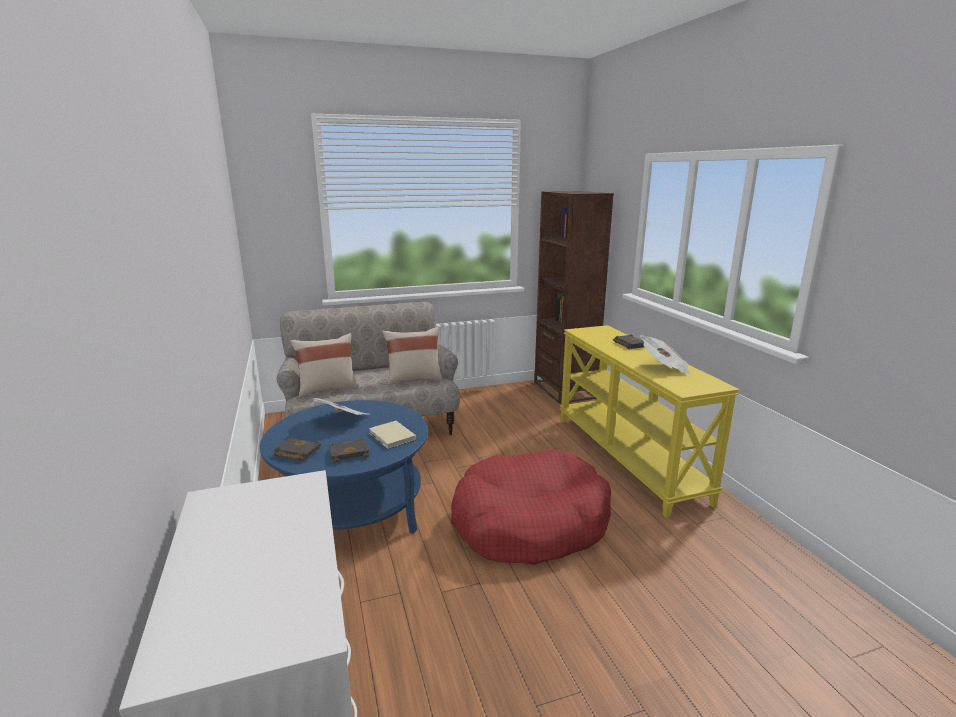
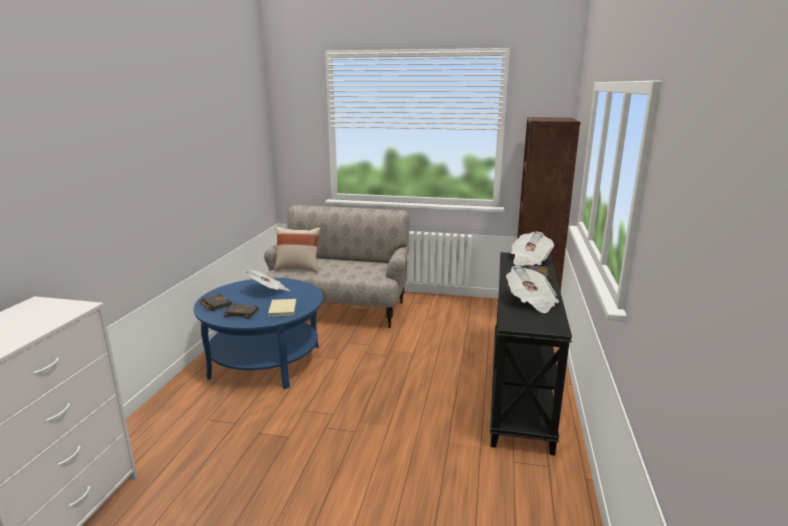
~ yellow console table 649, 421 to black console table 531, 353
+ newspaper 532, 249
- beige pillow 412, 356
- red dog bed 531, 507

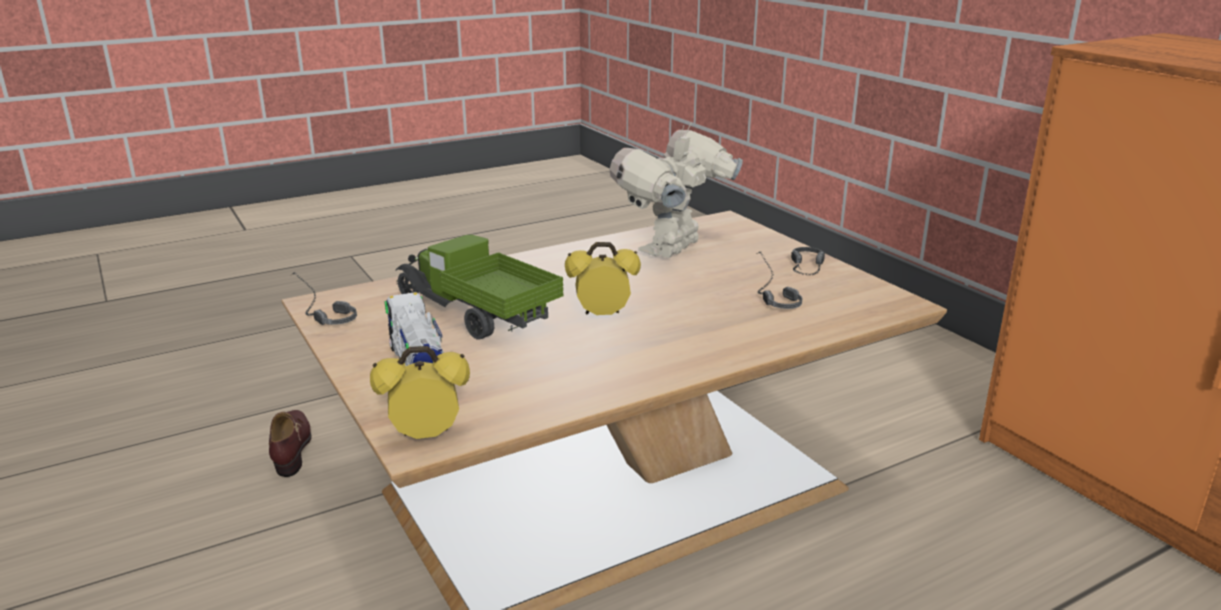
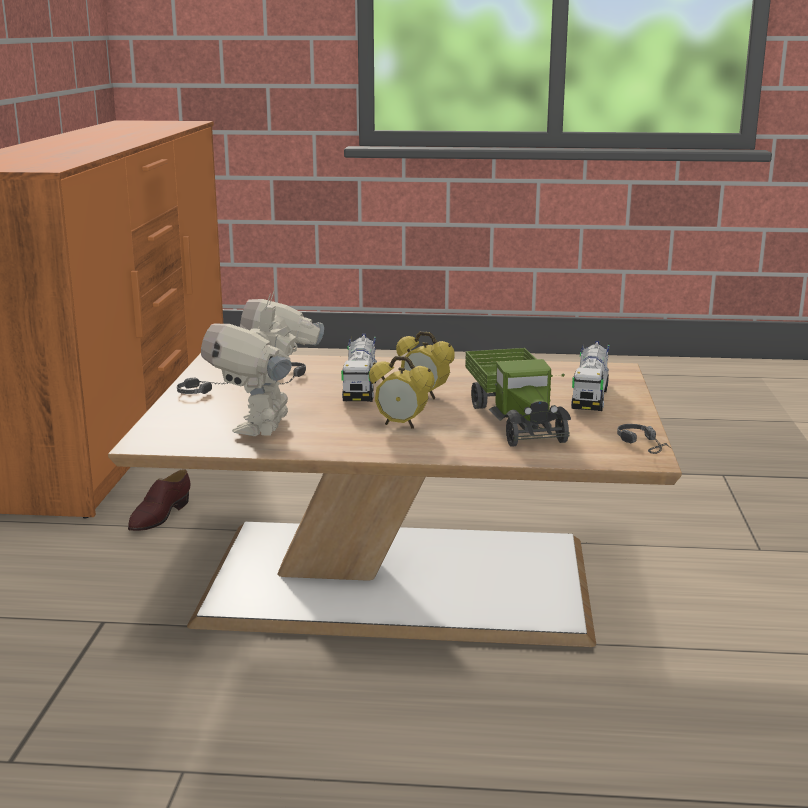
~ brown shoe 290, 443 to 159, 500
~ toy robot 676, 190 = 262, 363 120 degrees clockwise
+ toy truck 359, 368
~ alarm clock 420, 392 to 402, 392

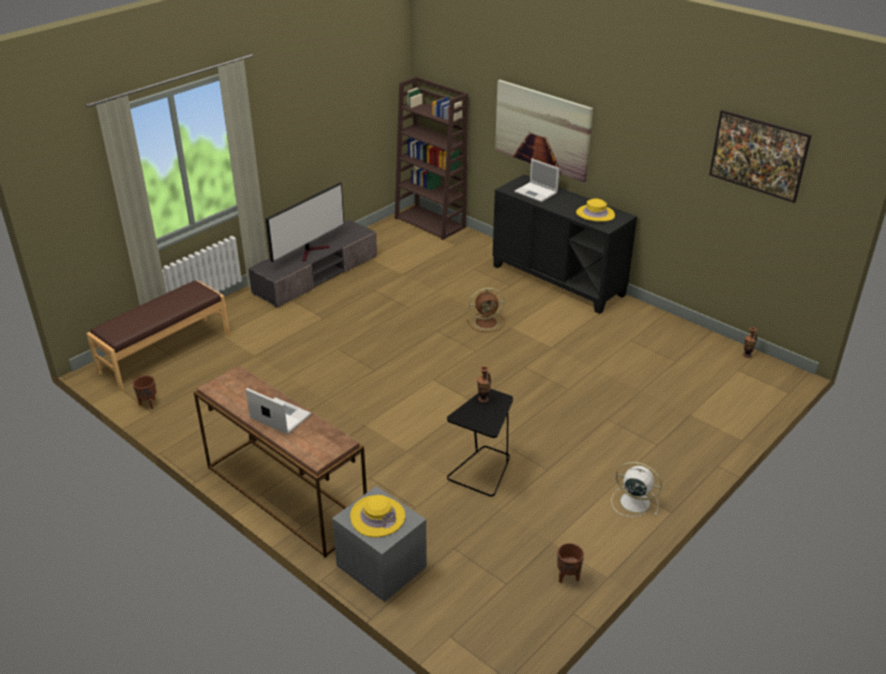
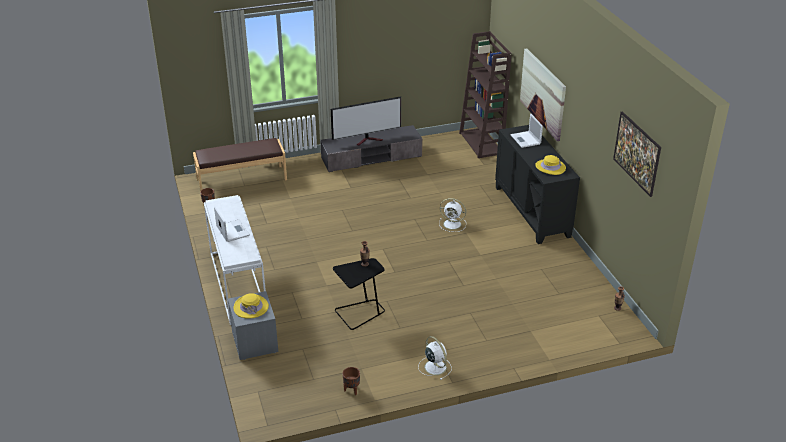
~ brown console table 280, 461 to white console table 235, 260
~ brown fan 486, 310 to white fan 452, 215

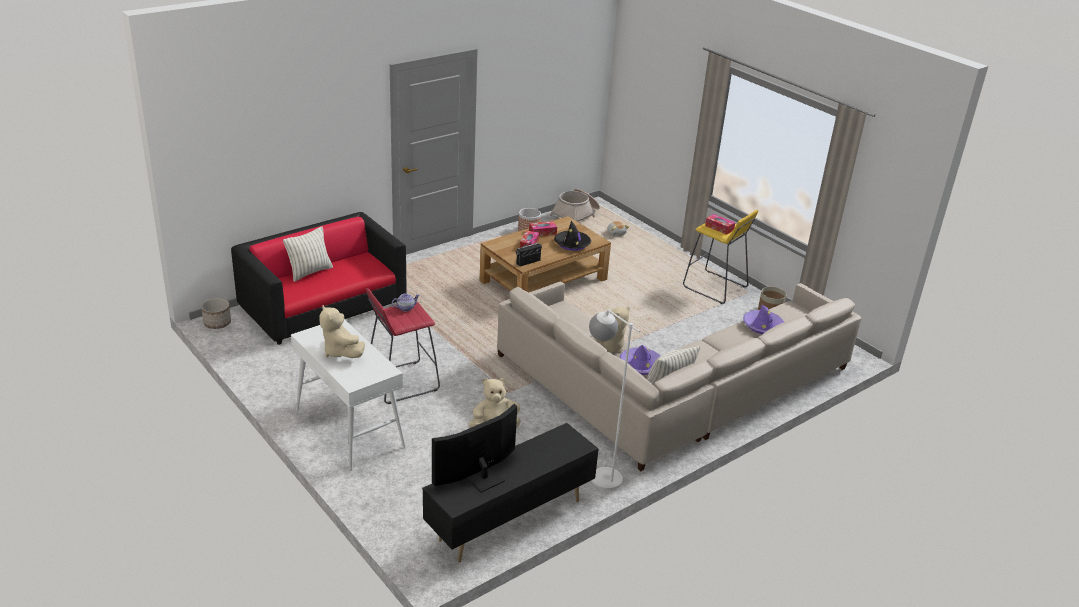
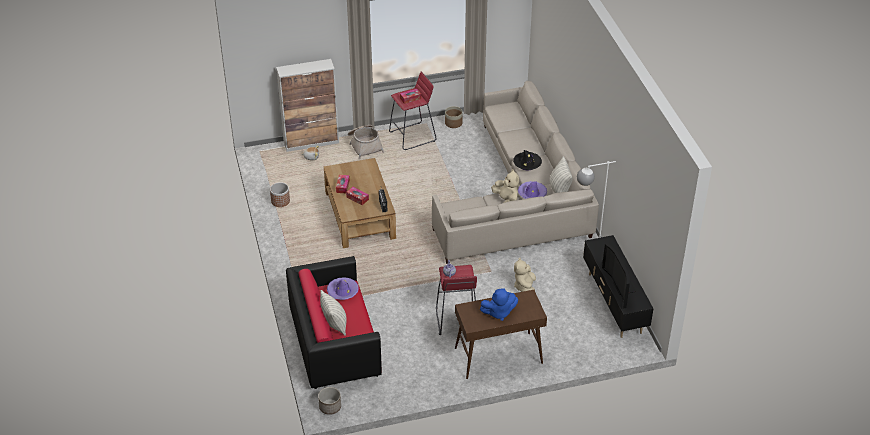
+ cabinet 307, 105
~ purple hat 763, 319 to 343, 288
~ basket 575, 205 to 366, 142
~ yellow stool 720, 257 to red stool 413, 111
~ white console table 348, 394 to brown console table 501, 334
~ beige plush toy 342, 331 to blue plush toy 499, 304
~ black hat 572, 236 to 527, 160

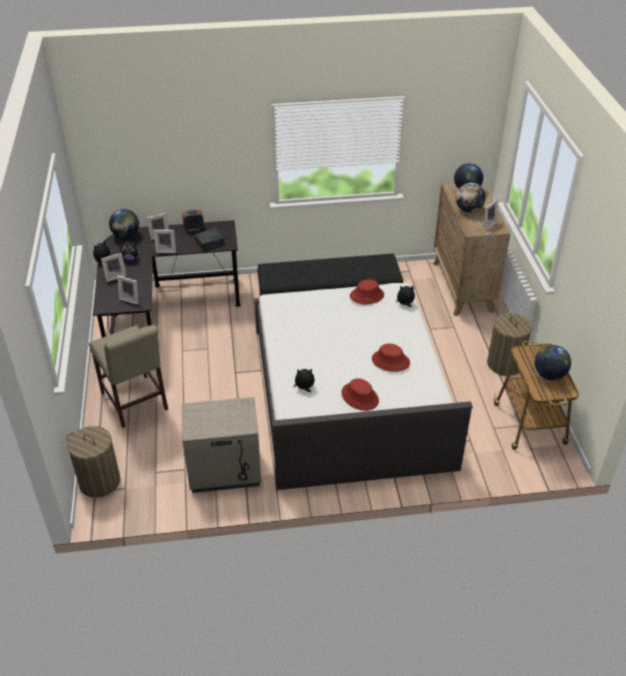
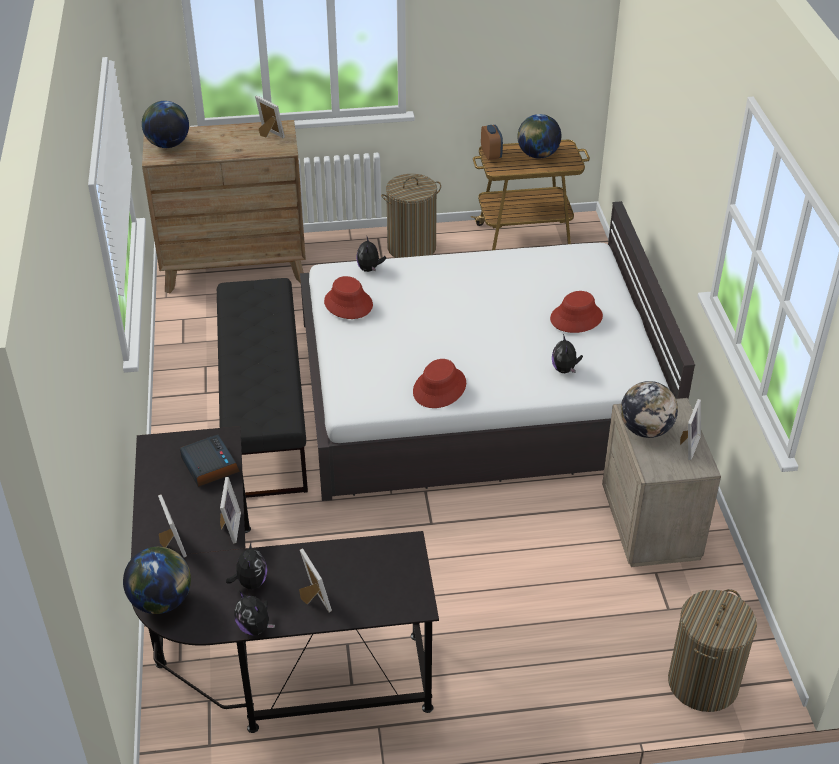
~ red hat 391, 358 to 439, 383
~ alarm clock 193, 221 to 492, 142
~ globe 471, 198 to 649, 409
~ picture frame 127, 290 to 690, 429
- beige chair 128, 376

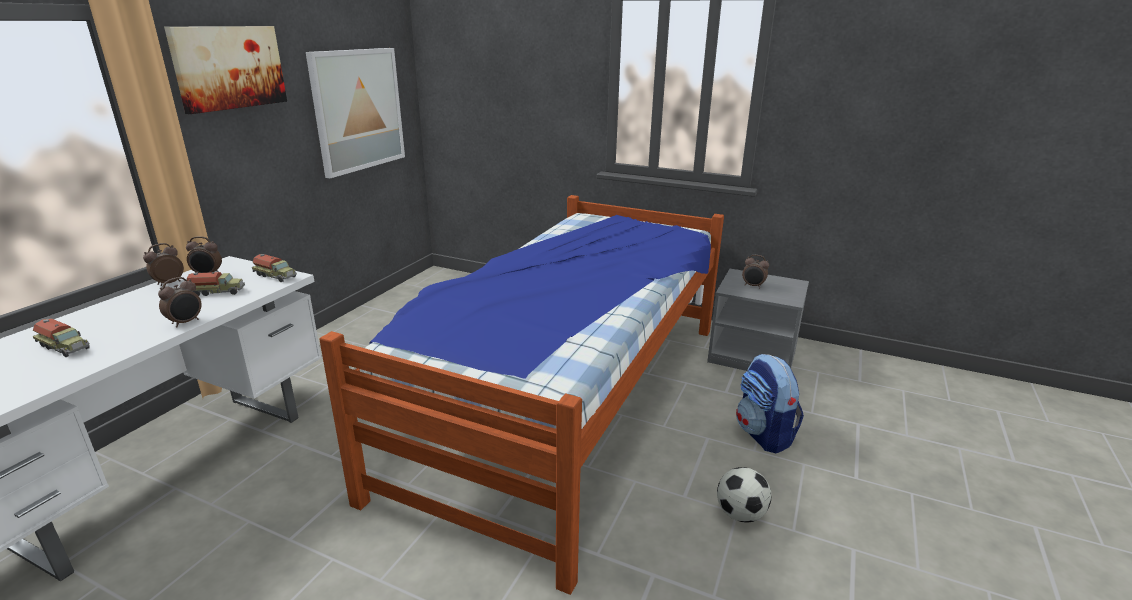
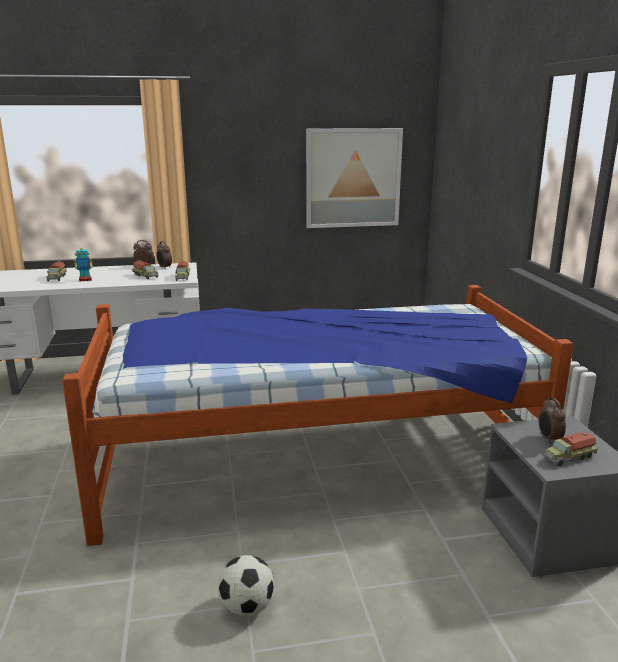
+ toy robot 83, 263
+ toy truck 570, 448
- alarm clock 180, 302
- picture 225, 70
- backpack 770, 403

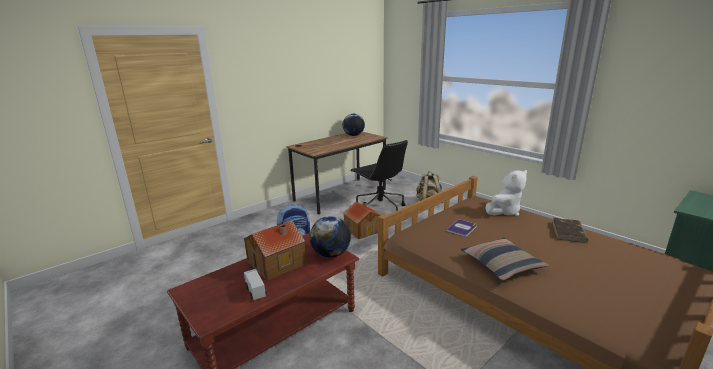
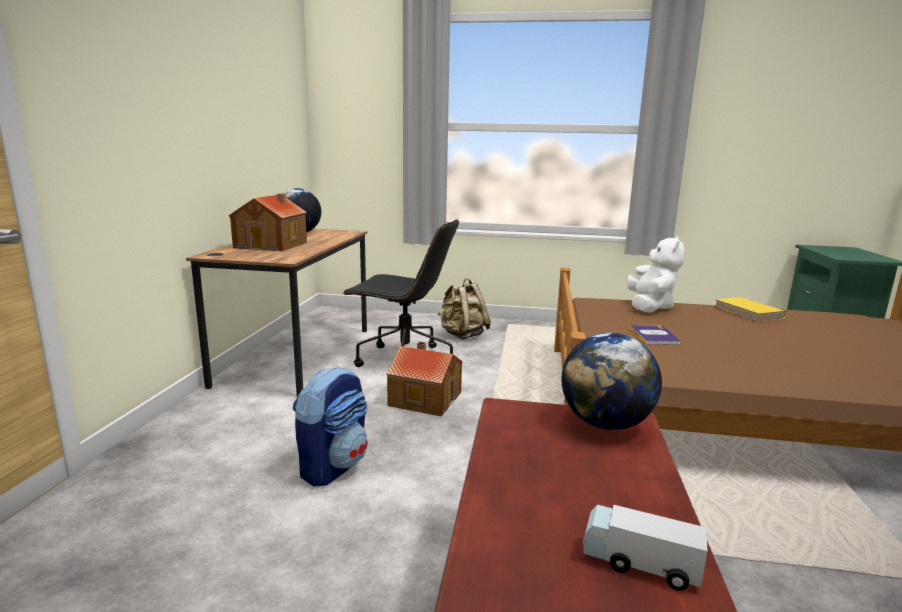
~ toy house 275, 250 to 268, 222
~ brown book 570, 230 to yellow book 751, 309
- pillow 505, 259

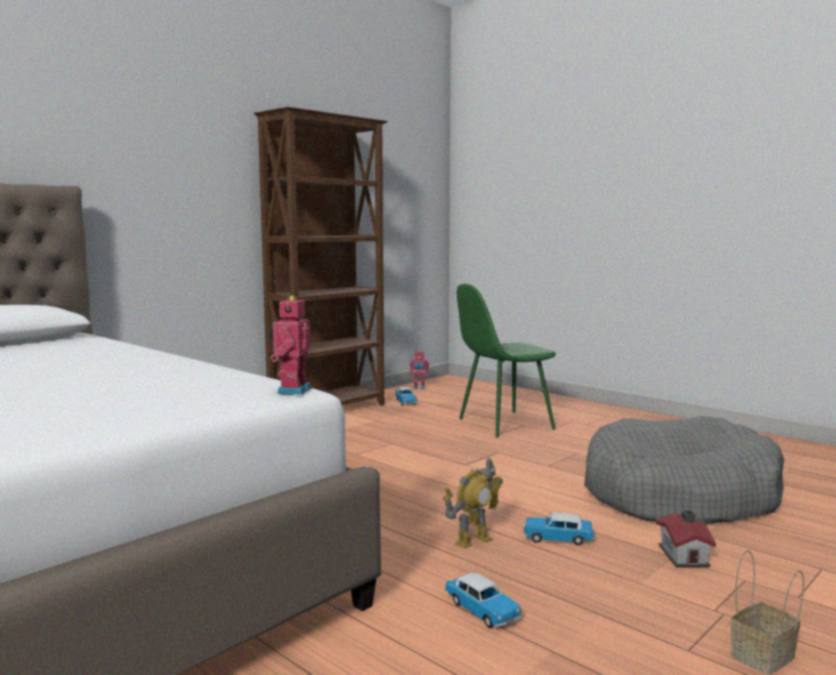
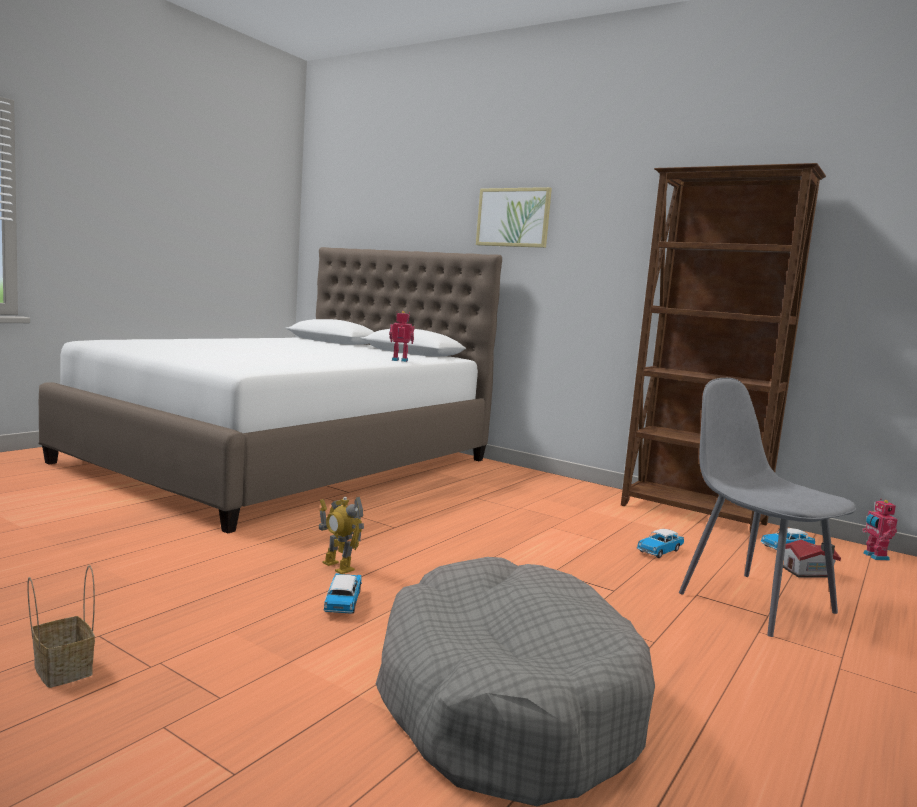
~ toy robot 290, 345 to 402, 336
+ picture 514, 217
~ toy car 483, 600 to 660, 543
~ green chair 506, 361 to grey chair 767, 507
~ toy house 686, 539 to 812, 559

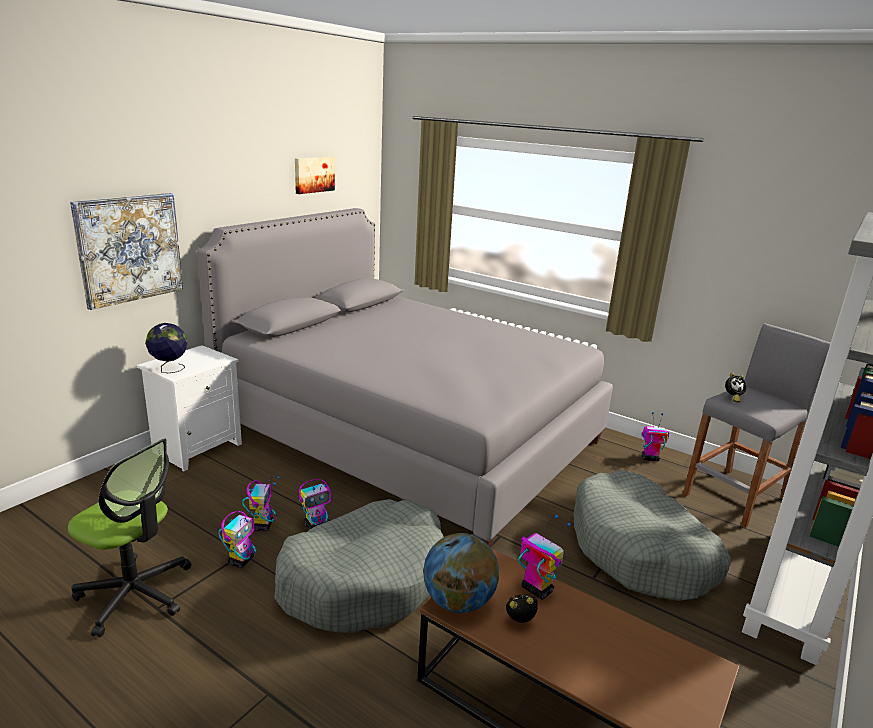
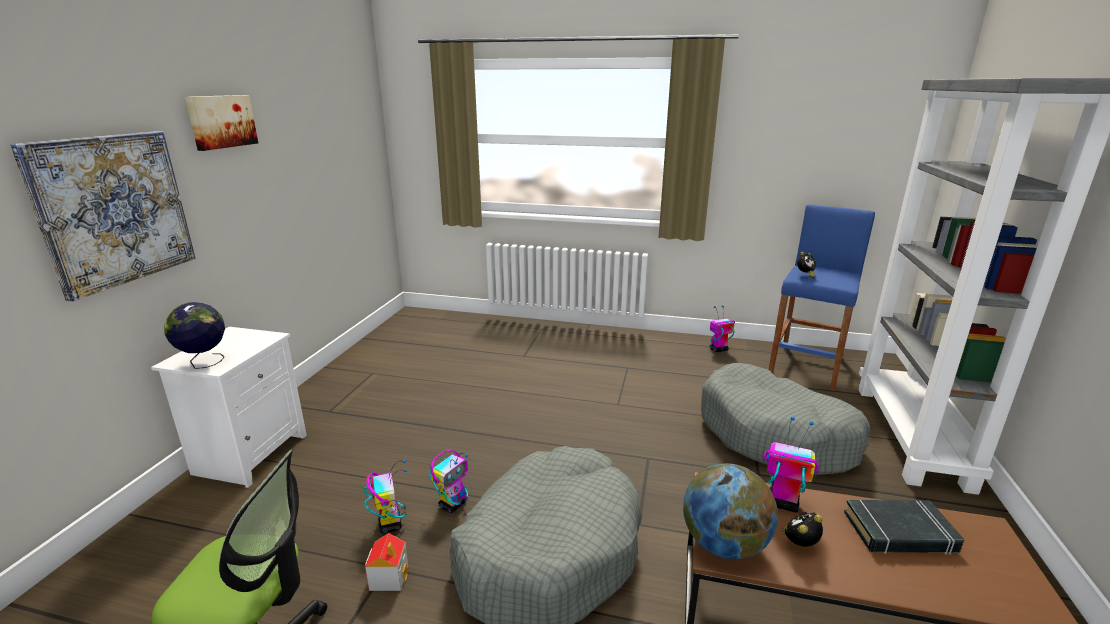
~ picture 315, 175 to 221, 123
~ toy robot 237, 539 to toy house 386, 562
~ grey stool 756, 425 to blue stool 822, 298
+ black book 904, 527
- grey bed 405, 378

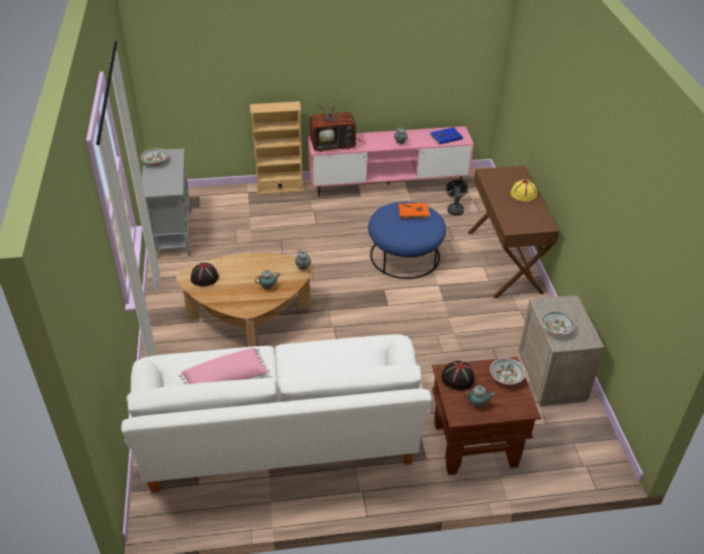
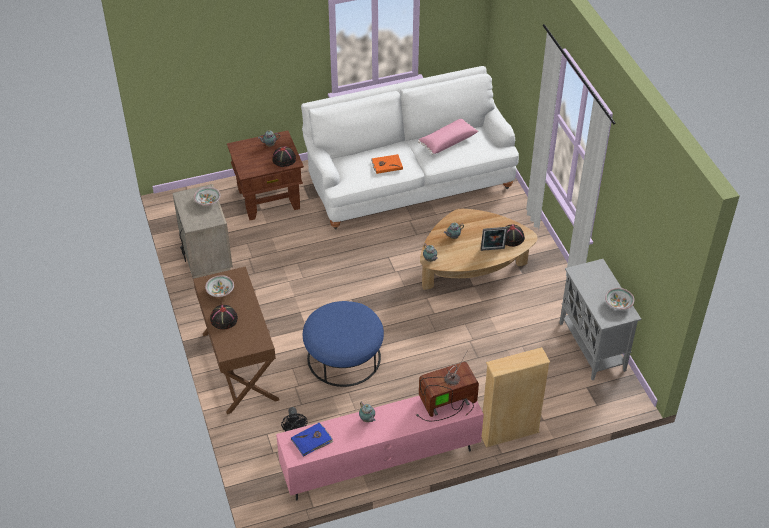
~ bowl 508, 371 to 219, 286
~ yellow hat 523, 190 to black hat 224, 317
~ orange book 414, 211 to 387, 164
+ picture frame 494, 239

